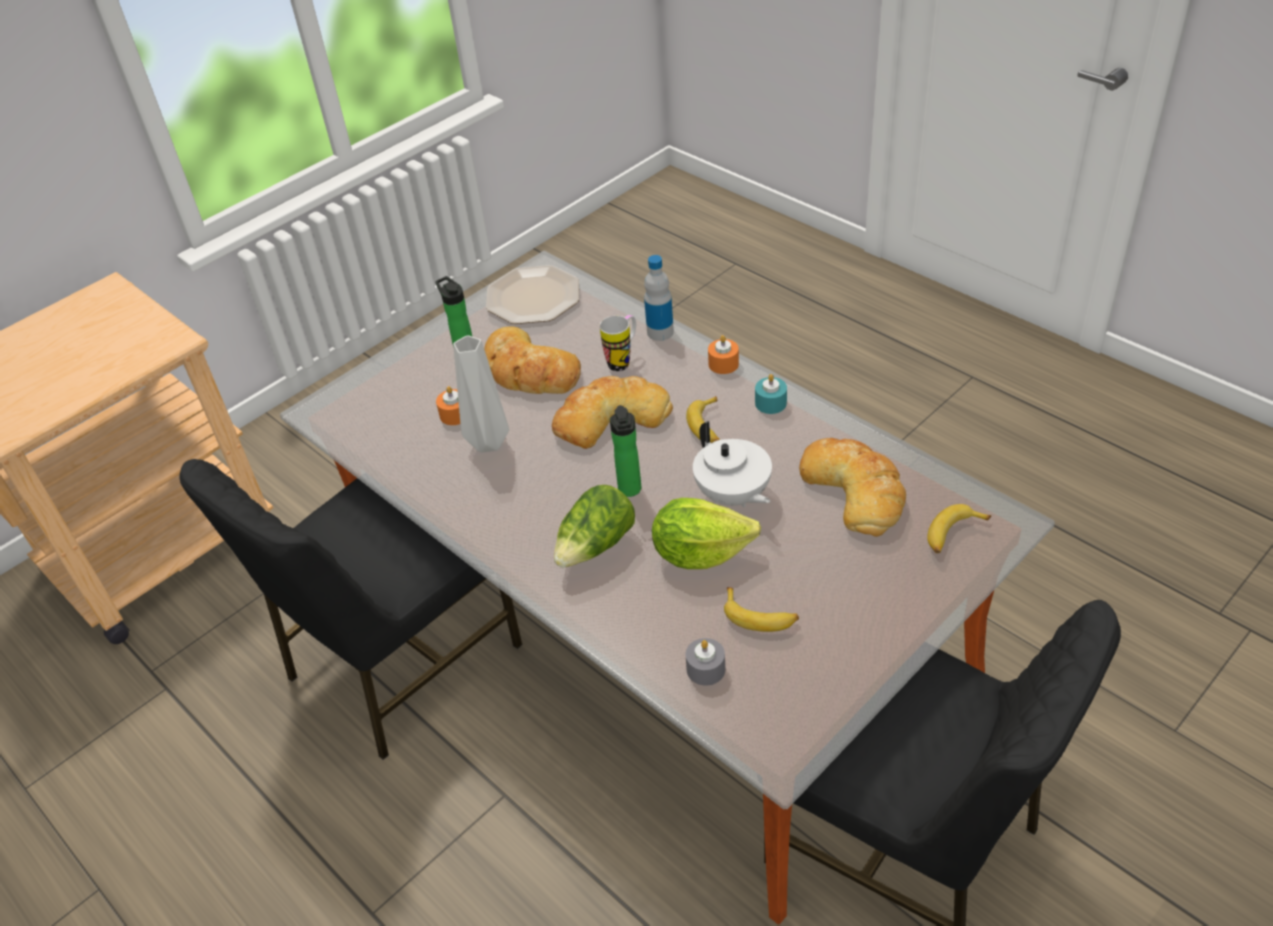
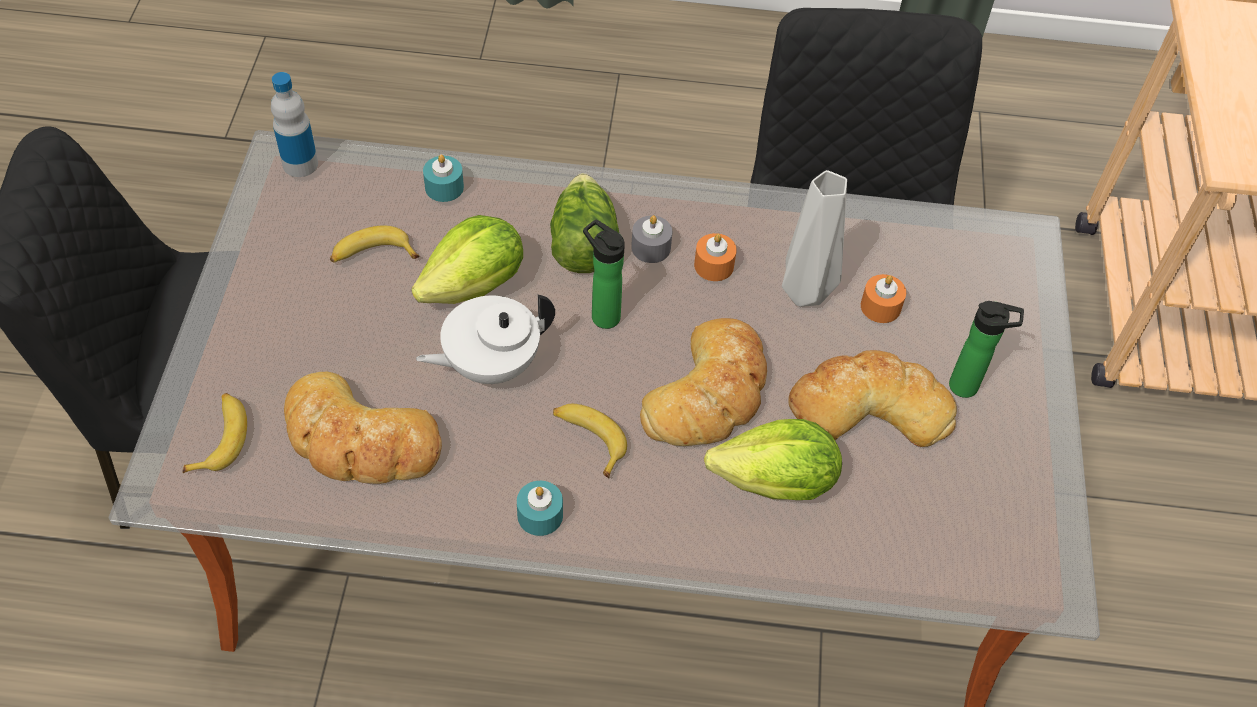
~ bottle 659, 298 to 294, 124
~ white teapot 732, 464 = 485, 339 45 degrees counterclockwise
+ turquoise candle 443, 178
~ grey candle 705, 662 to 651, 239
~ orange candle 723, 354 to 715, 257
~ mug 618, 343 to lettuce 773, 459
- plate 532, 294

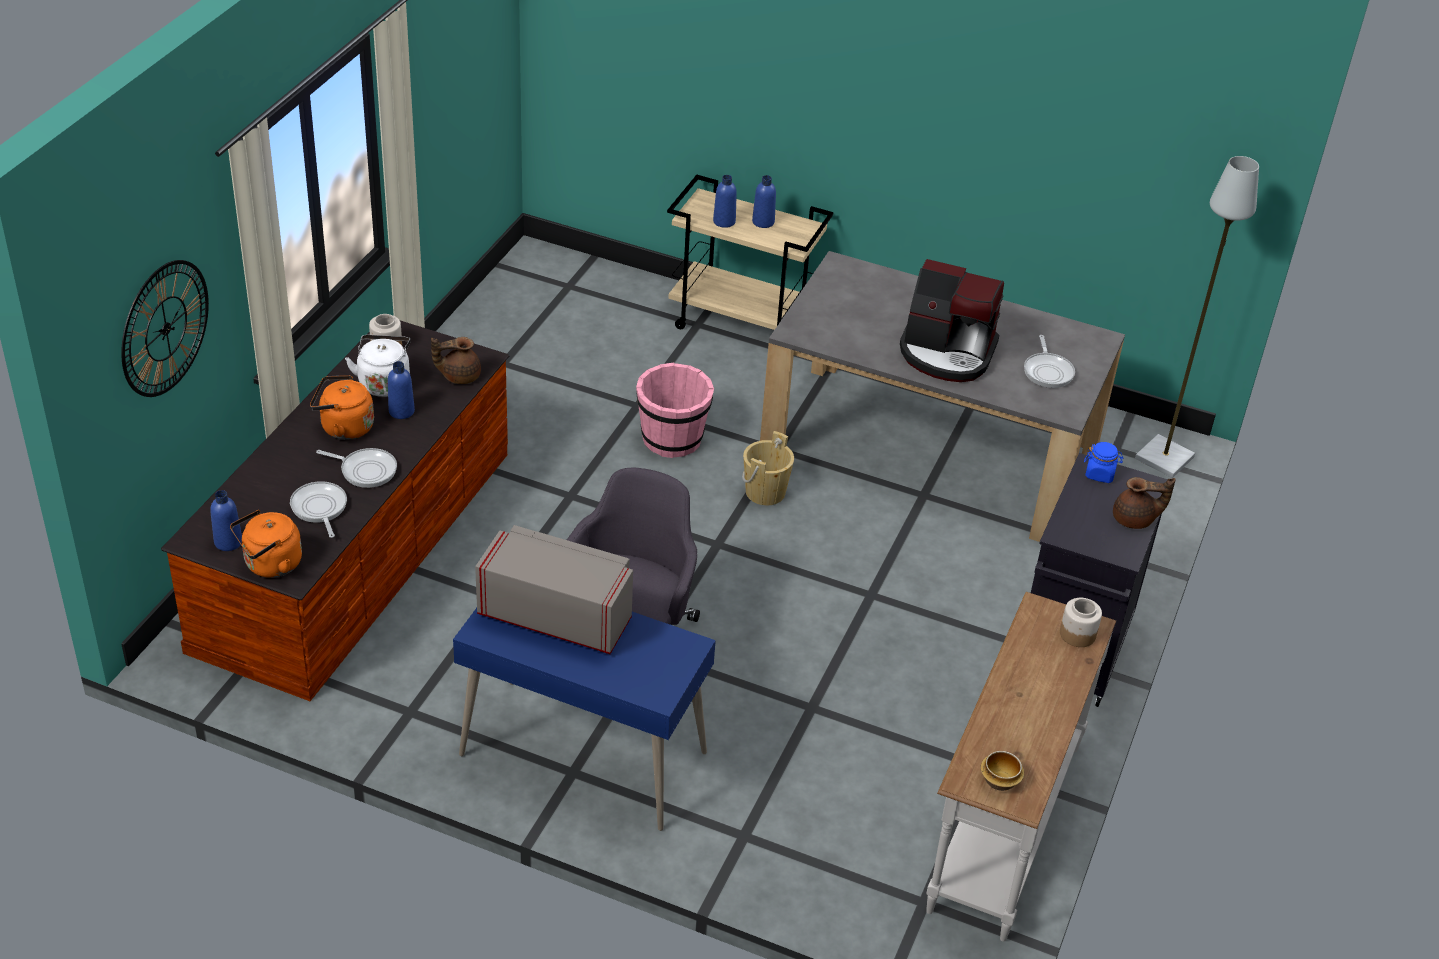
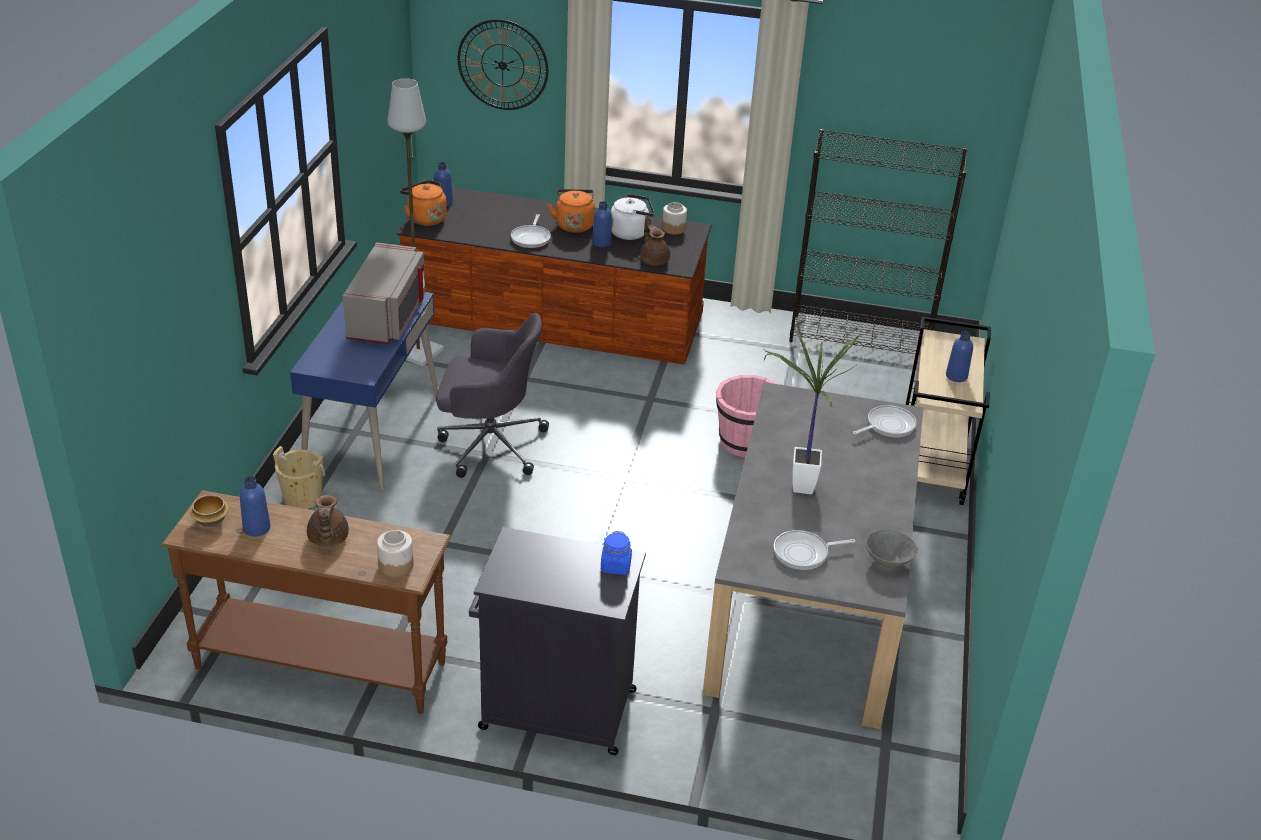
~ white console table 1021, 767 to brown console table 306, 602
~ blue bottle 725, 201 to 255, 506
~ beige bucket 768, 468 to 299, 477
~ brown teapot 1144, 503 to 328, 521
~ grey floor lamp 1197, 317 to 416, 222
~ coffee machine 952, 320 to potted plant 811, 413
+ black bookcase 878, 242
~ frying pan 318, 509 to 885, 421
+ grey bowl 892, 548

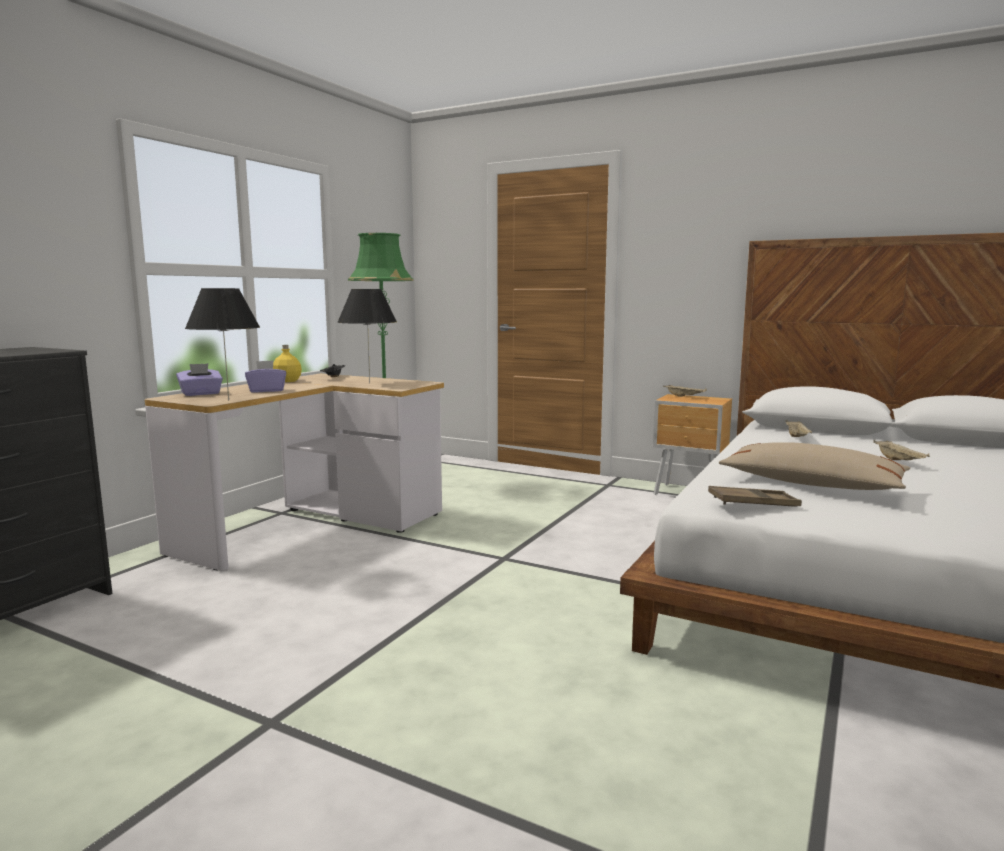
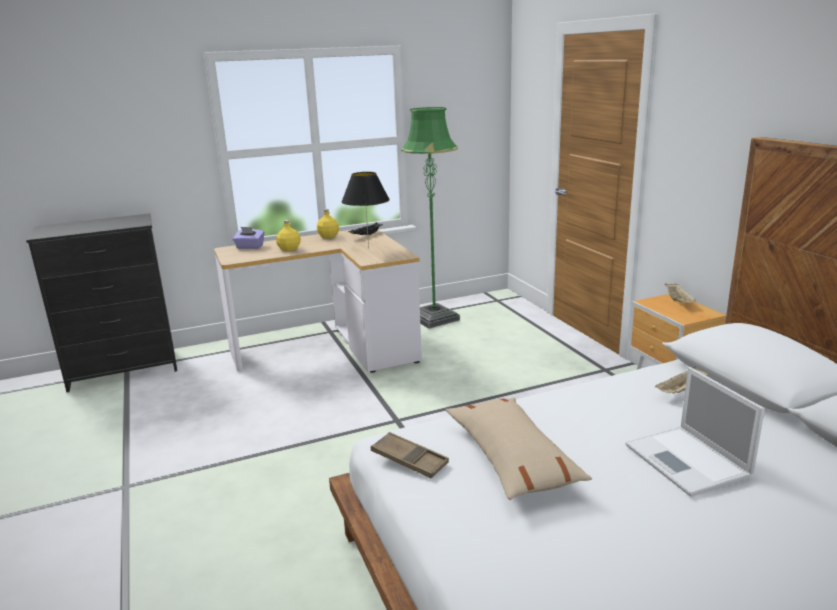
~ purple tissue box 265, 376 to yellow bottle 288, 235
~ beige tray 901, 450 to laptop 695, 432
- black table lamp 222, 344

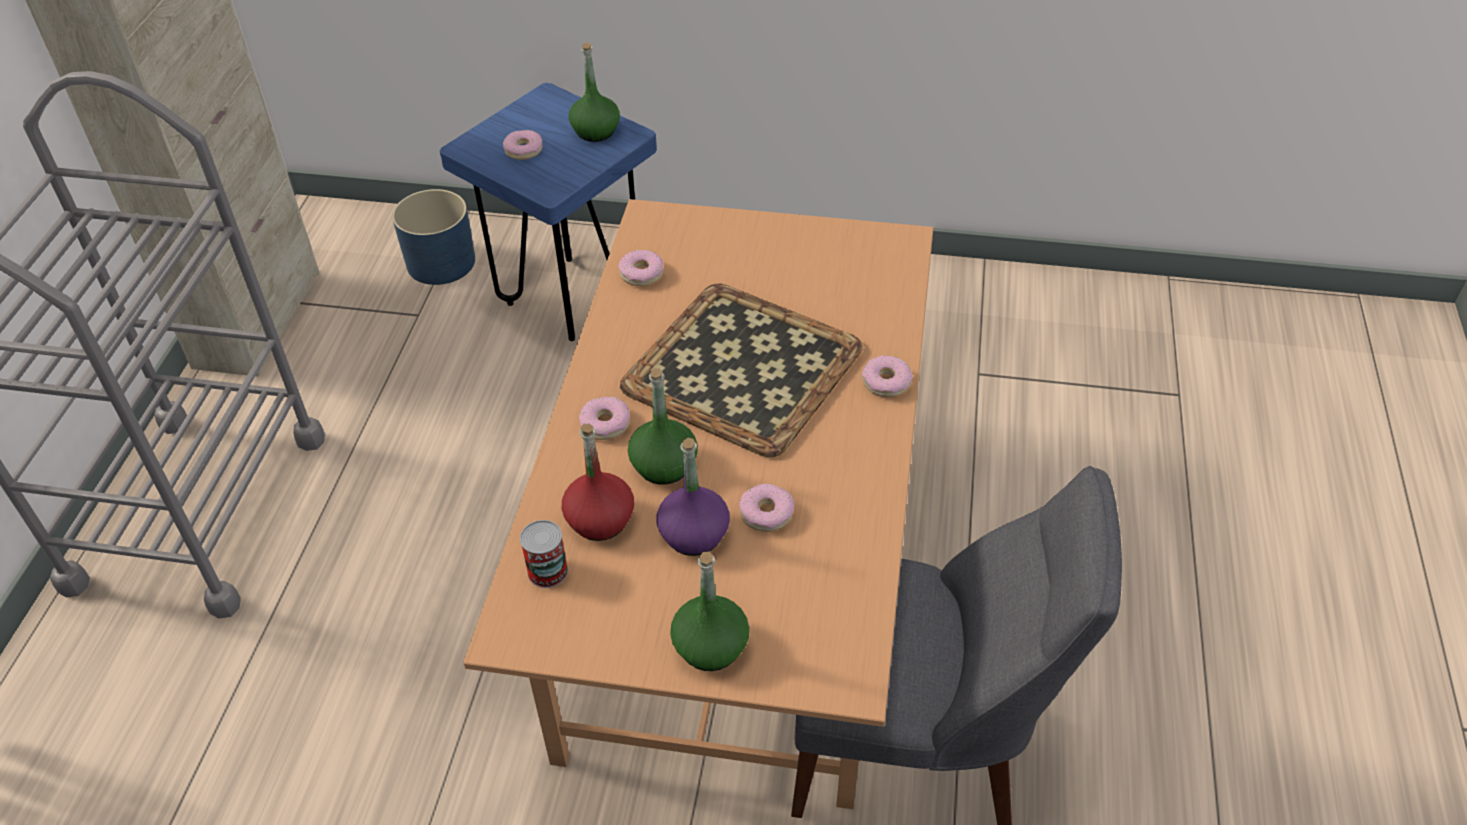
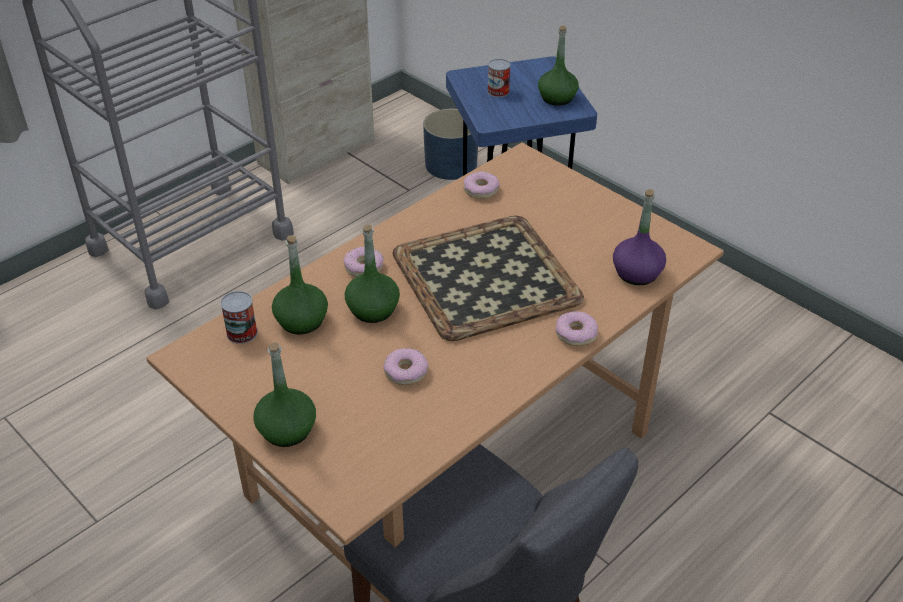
~ red bottle 598, 482 to green bottle 300, 284
~ donut 523, 145 to can 499, 78
~ purple bottle 693, 497 to 639, 237

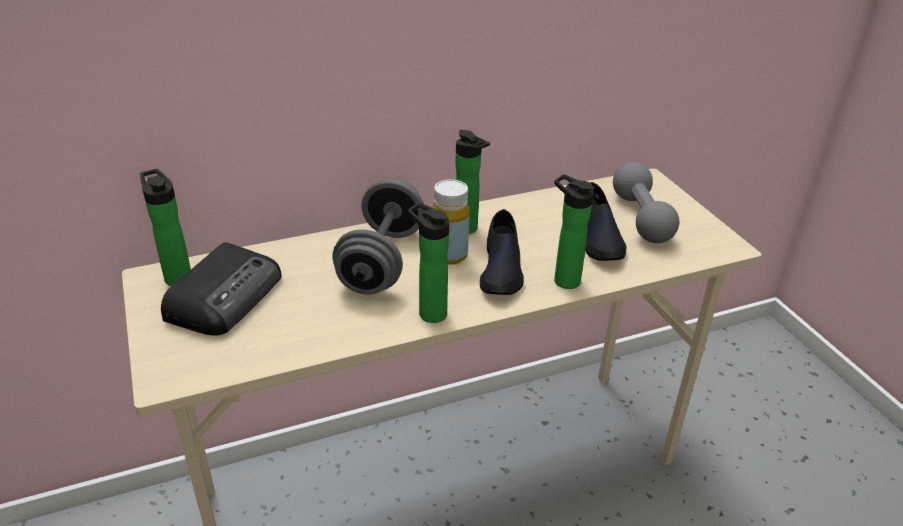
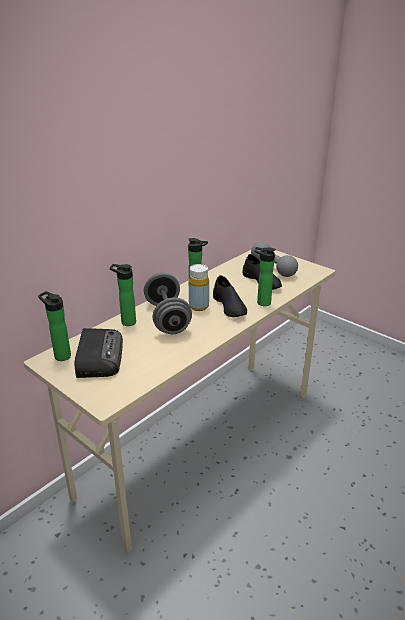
~ bottle 428, 262 to 123, 295

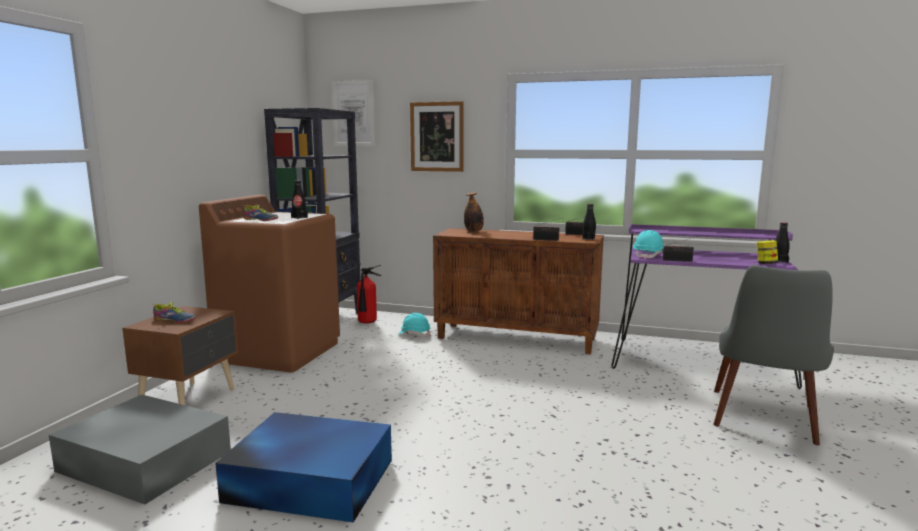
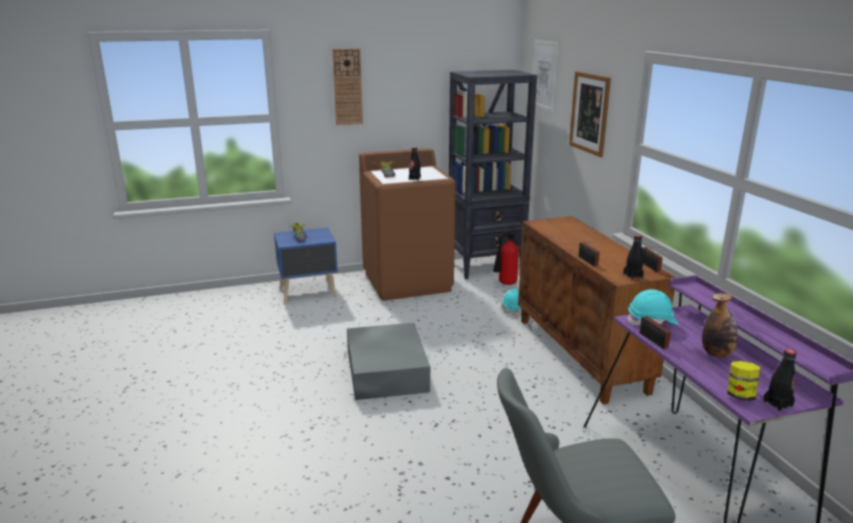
~ brown nightstand 180, 355 to blue nightstand 306, 265
+ wall clock 347, 86
~ grey storage box 140, 449 to 388, 361
~ bottle 474, 212 to 720, 325
- blue storage box 303, 467

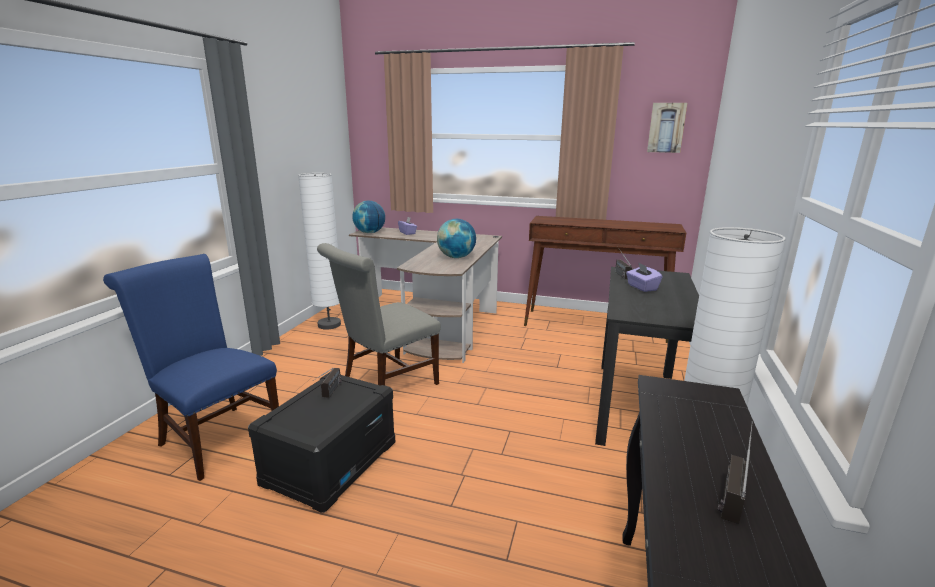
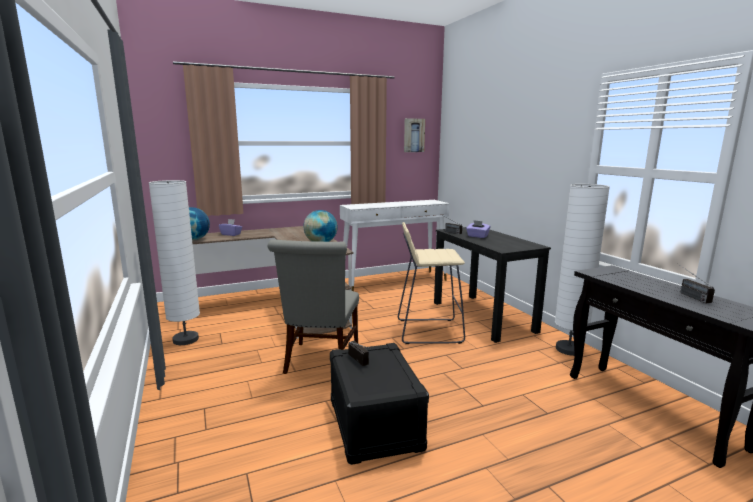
~ brown console table 605, 279 to white console table 395, 245
+ beige stool 431, 283
- blue chair 191, 367

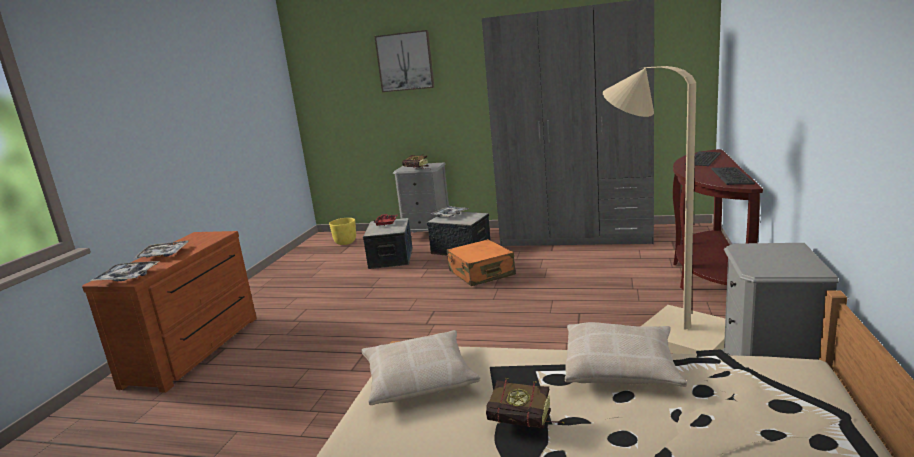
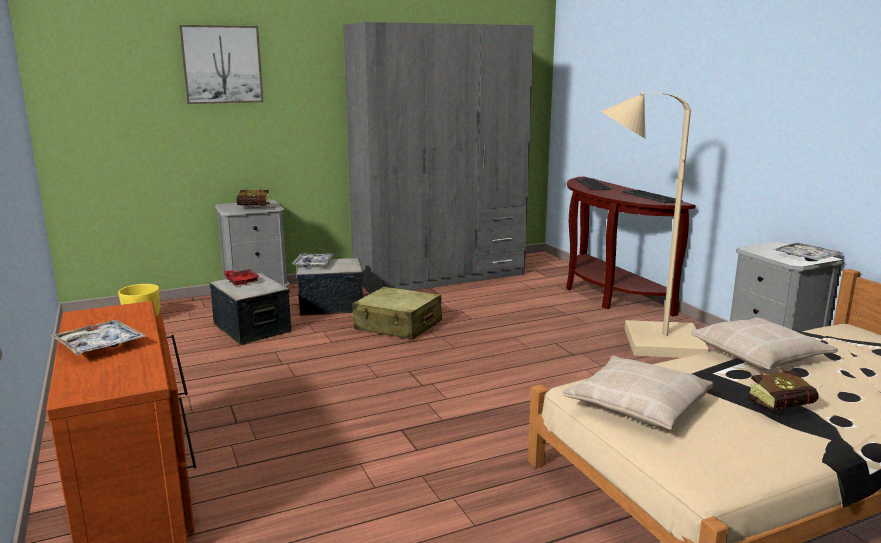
~ orange suitcase 481, 262 to beige suitcase 397, 313
~ tray 125, 271 to 807, 251

